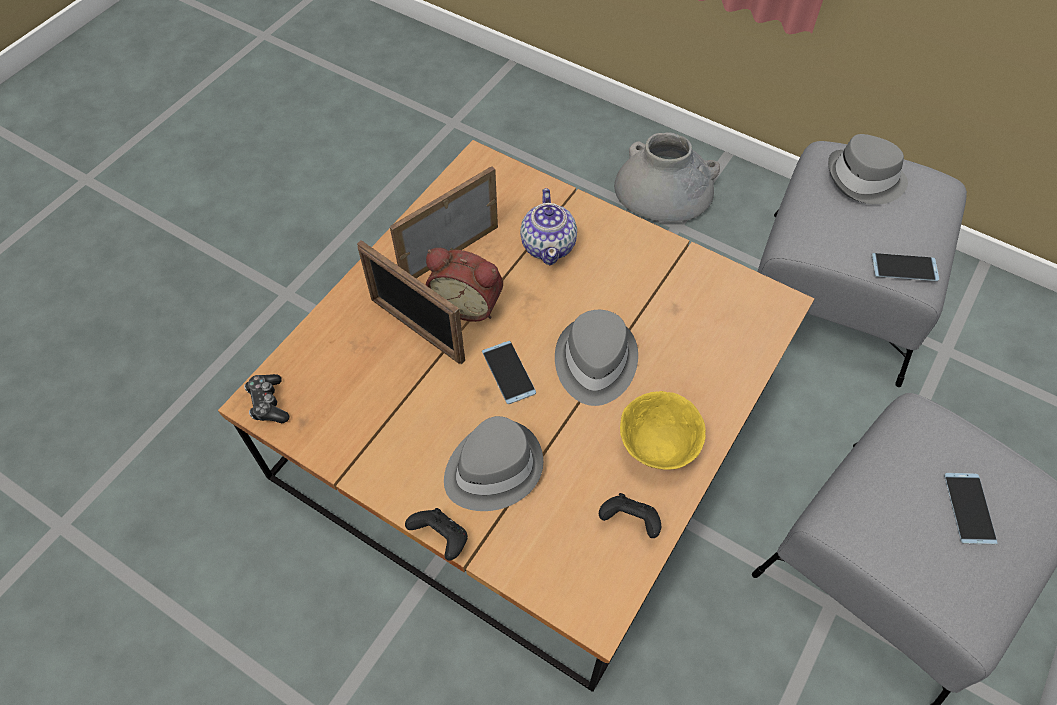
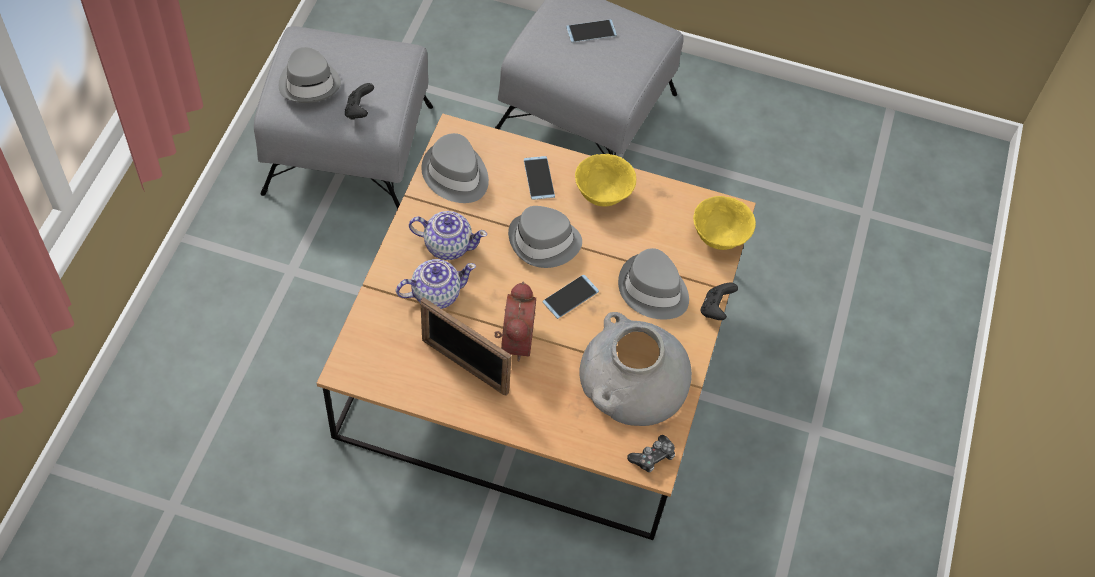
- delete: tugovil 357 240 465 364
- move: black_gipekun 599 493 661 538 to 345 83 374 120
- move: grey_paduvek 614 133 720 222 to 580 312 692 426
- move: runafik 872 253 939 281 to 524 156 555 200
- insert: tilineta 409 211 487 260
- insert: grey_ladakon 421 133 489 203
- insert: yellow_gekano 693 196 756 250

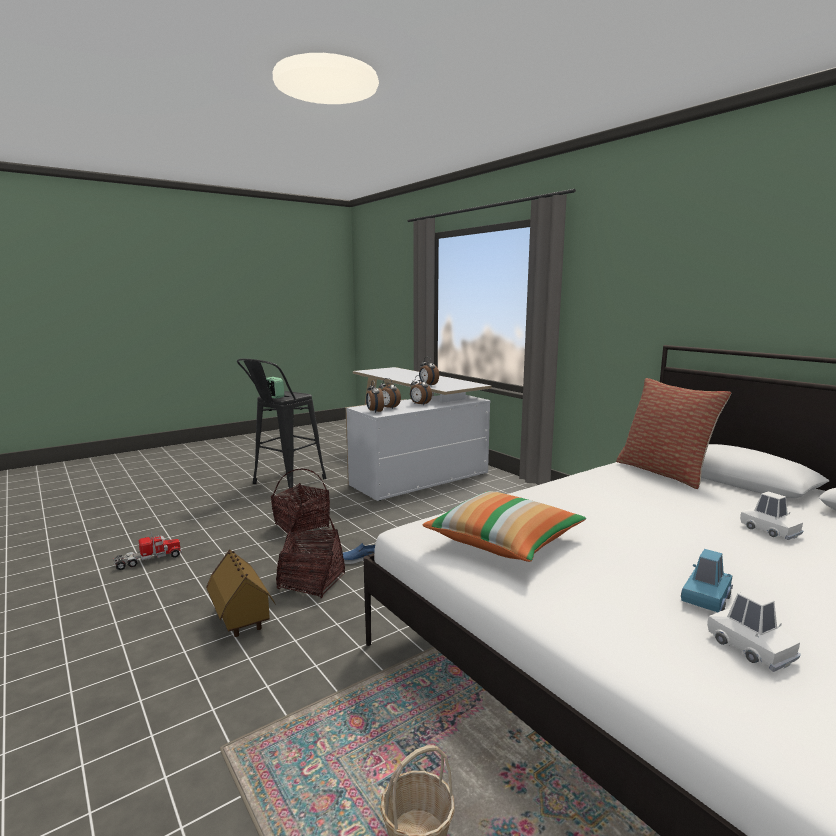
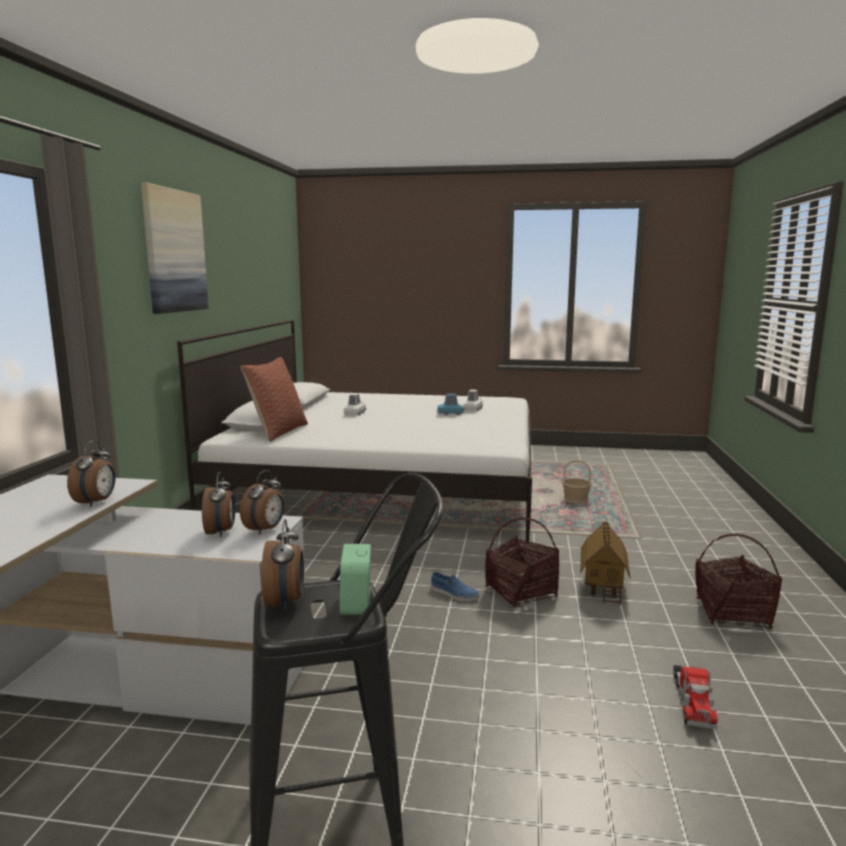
- rotate: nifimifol 113 532 182 570 = 673 664 718 729 90 degrees counterclockwise
- move: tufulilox 271 469 330 535 to 695 534 782 629
- move: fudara 410 375 432 405 to 261 519 304 611
- delete: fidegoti 423 491 586 562
- insert: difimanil 141 183 209 314

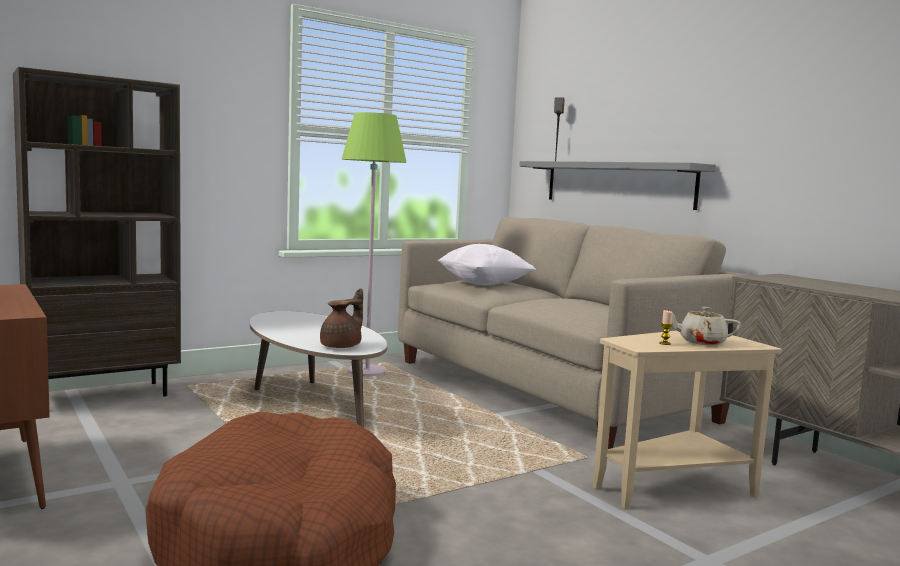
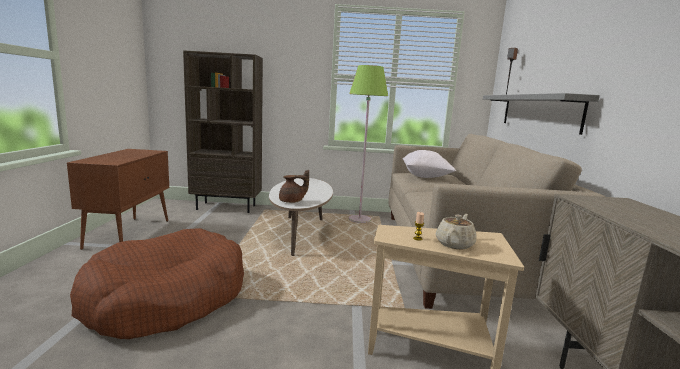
- rotate: beige_tilineta 672 307 741 345 = 436 214 477 249 75 degrees clockwise

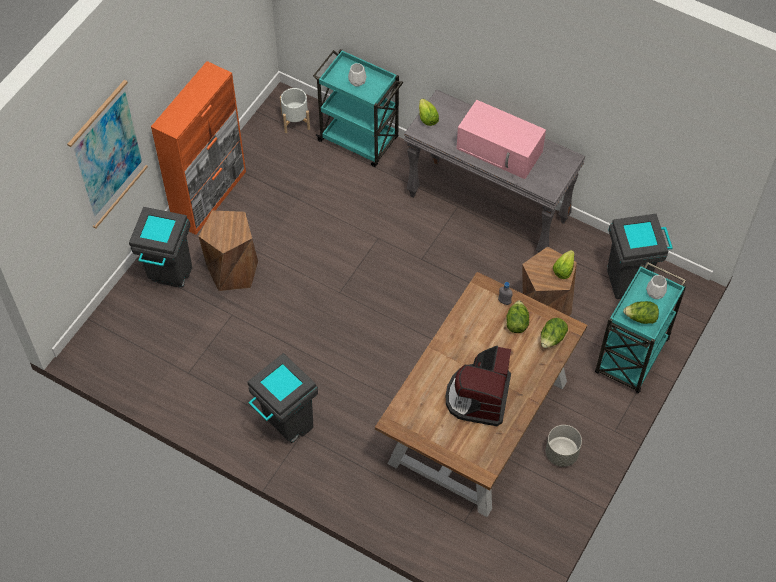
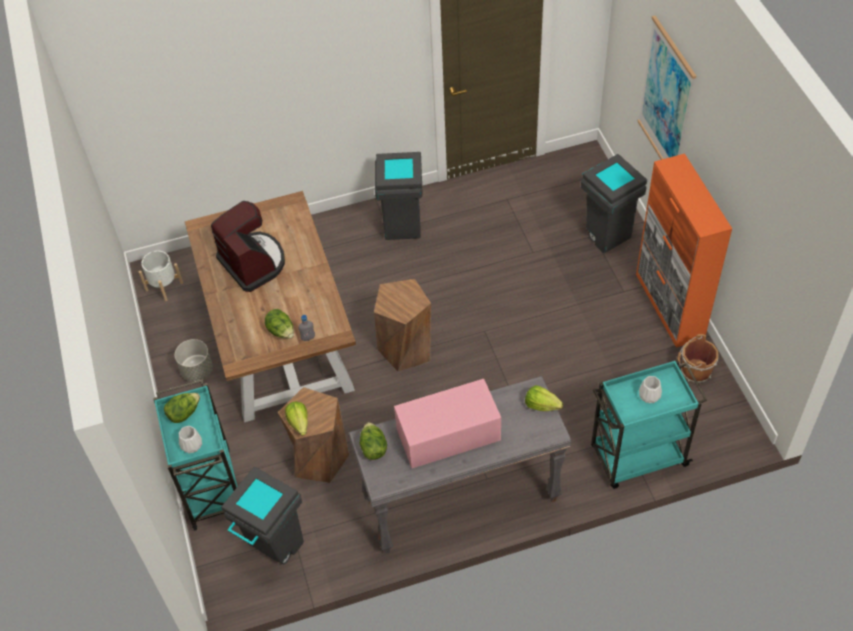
- move: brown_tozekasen 198 210 258 291 to 374 279 431 372
- move: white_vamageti 280 88 310 133 to 139 251 183 301
- move: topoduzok 541 318 568 348 to 360 422 387 460
- insert: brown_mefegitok 677 334 719 384

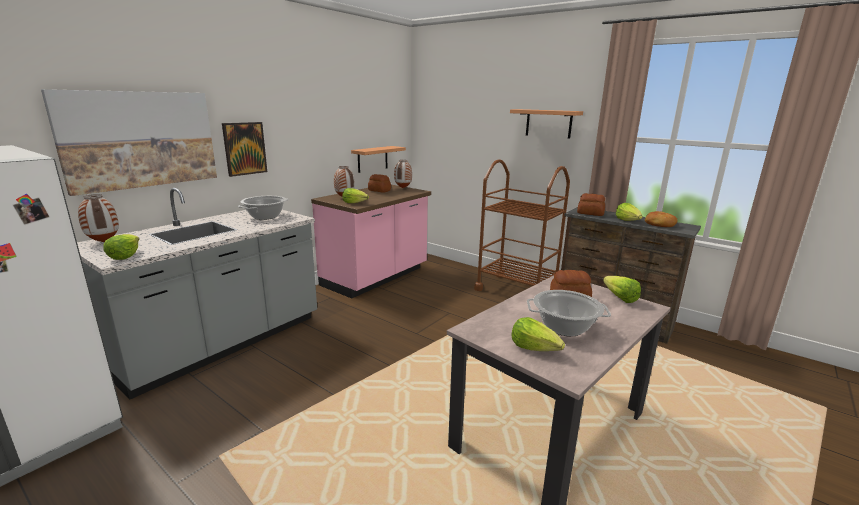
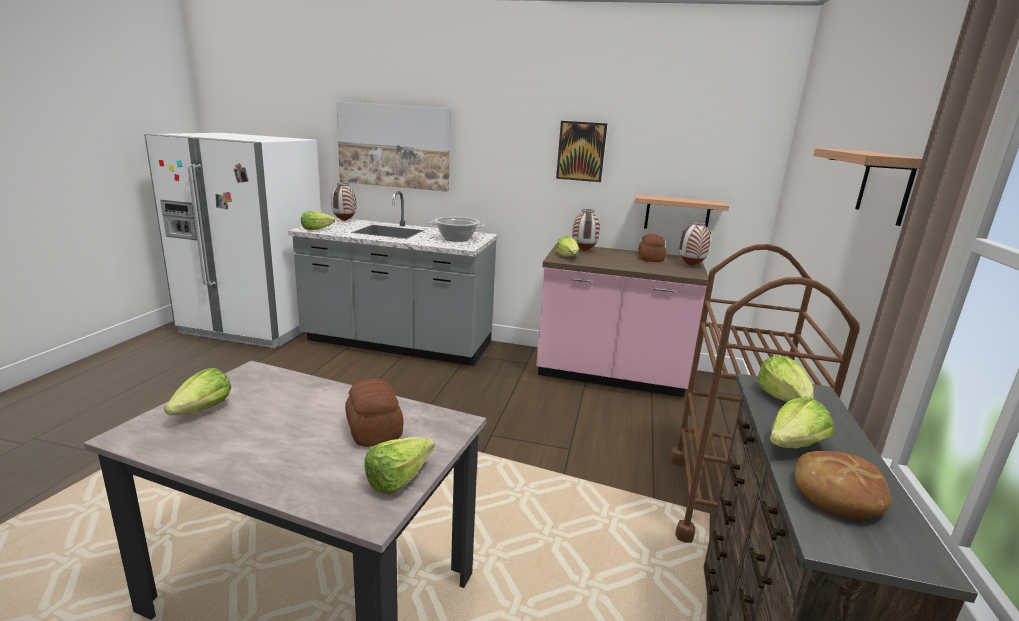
- move: difimanil 222 122 267 177 to 556 121 607 182
- delete: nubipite 527 290 611 337
- replace: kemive 577 193 605 216 to topoduzok 757 355 814 402

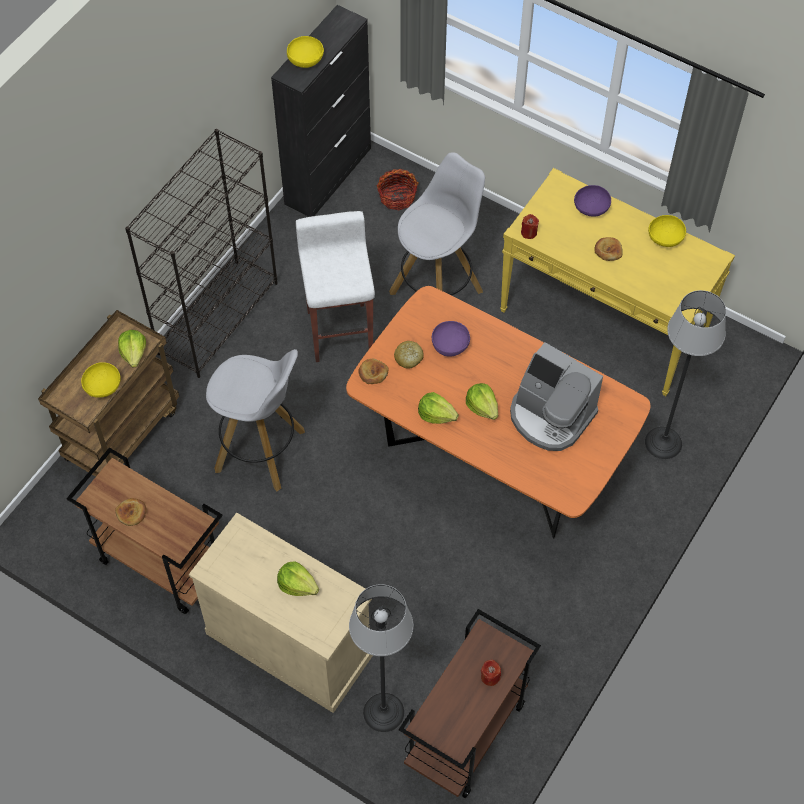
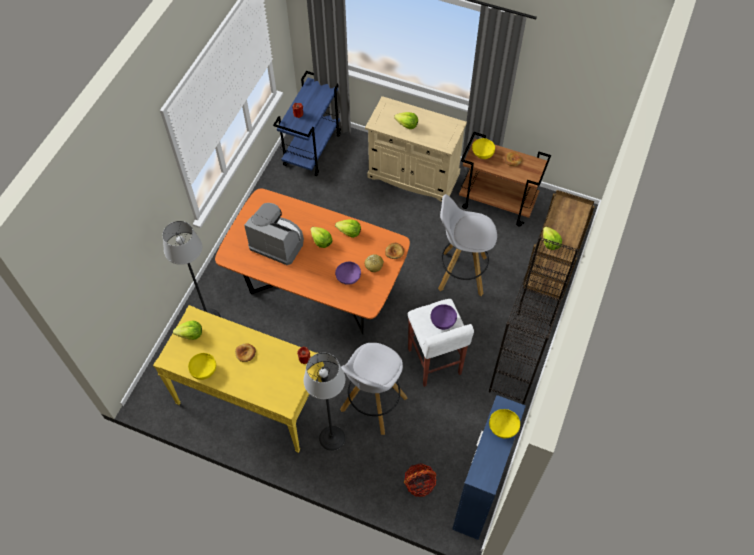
- move: yellow_gekano 81 362 121 398 to 472 138 495 159
- recolor: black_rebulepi 271 5 371 217 to blue_rebulepi 452 395 526 540
- move: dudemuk 349 584 414 732 to 304 352 345 451
- recolor: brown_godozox 399 609 541 798 to blue_godozox 273 71 341 176
- move: purple_gekano 574 185 611 217 to 431 304 457 330
- insert: topoduzok 173 321 202 340

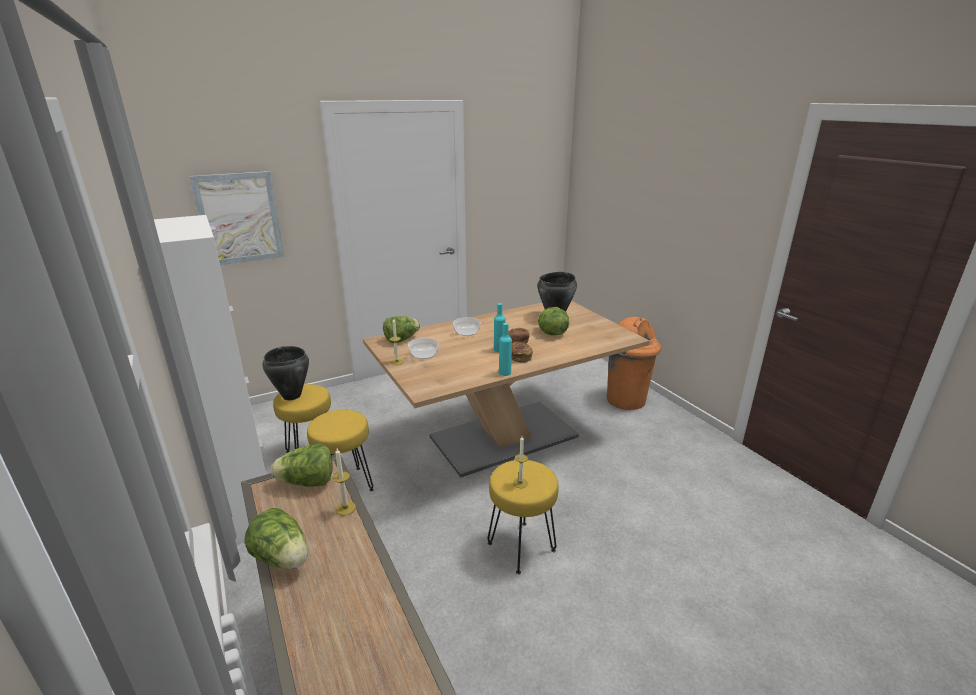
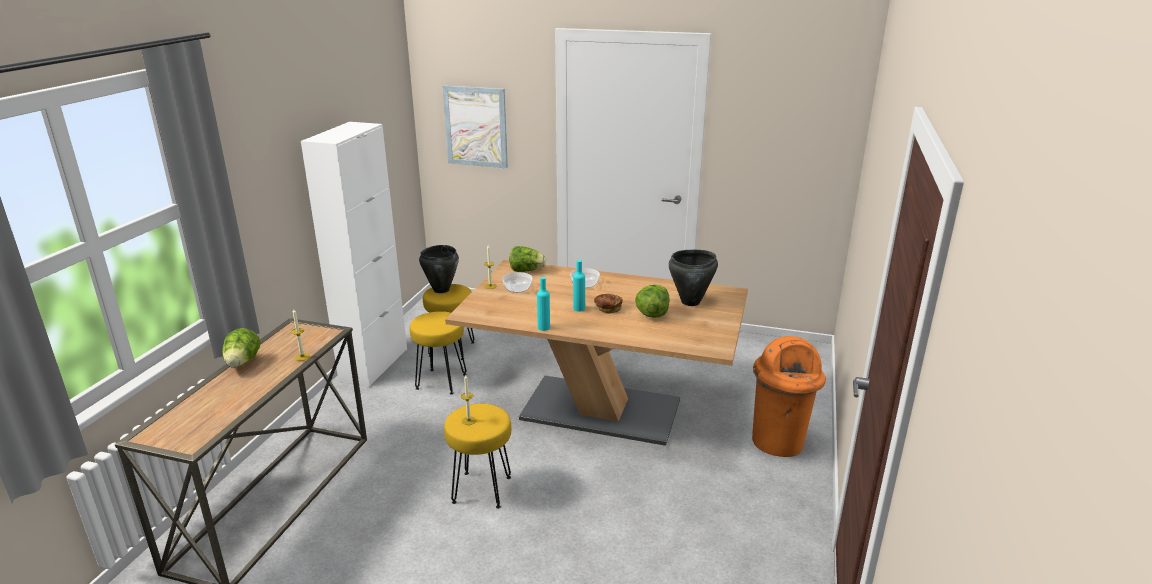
- delete: topoduzok 271 444 333 487
- delete: kemive 512 342 533 363

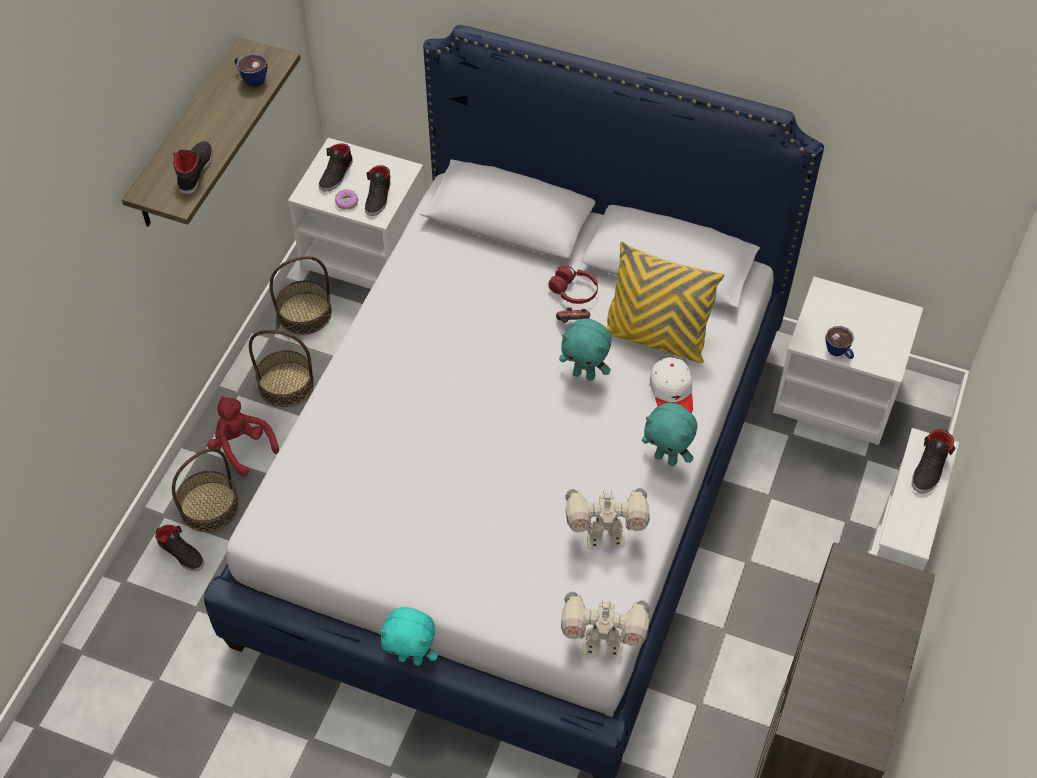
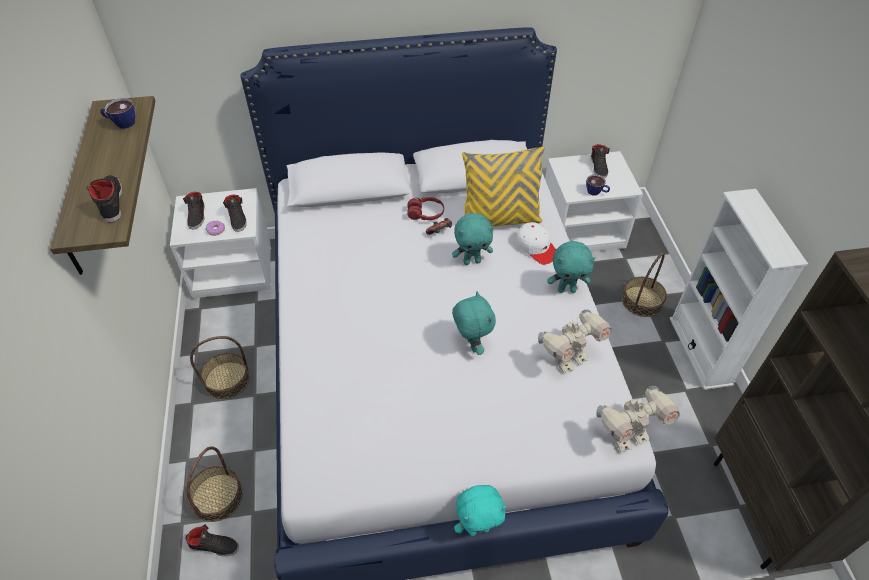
- delete: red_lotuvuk 207 396 279 477
- move: tufulilox 270 256 332 335 to 622 253 667 317
- move: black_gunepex 912 429 955 493 to 591 144 610 178
- insert: turquoise_lotuvuk 452 291 496 355

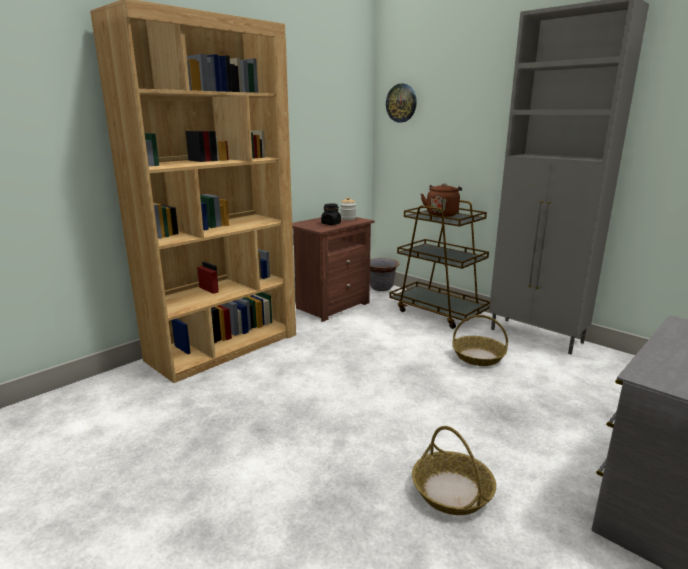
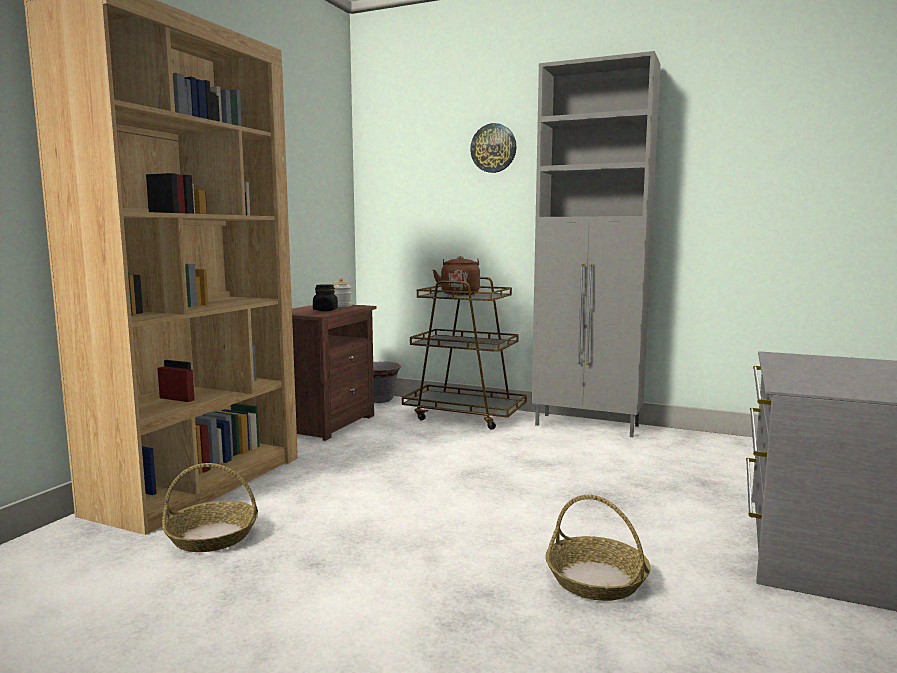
- move: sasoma 386 84 417 122 to 470 123 516 173
- move: tufulilox 452 315 508 366 to 162 463 258 552

